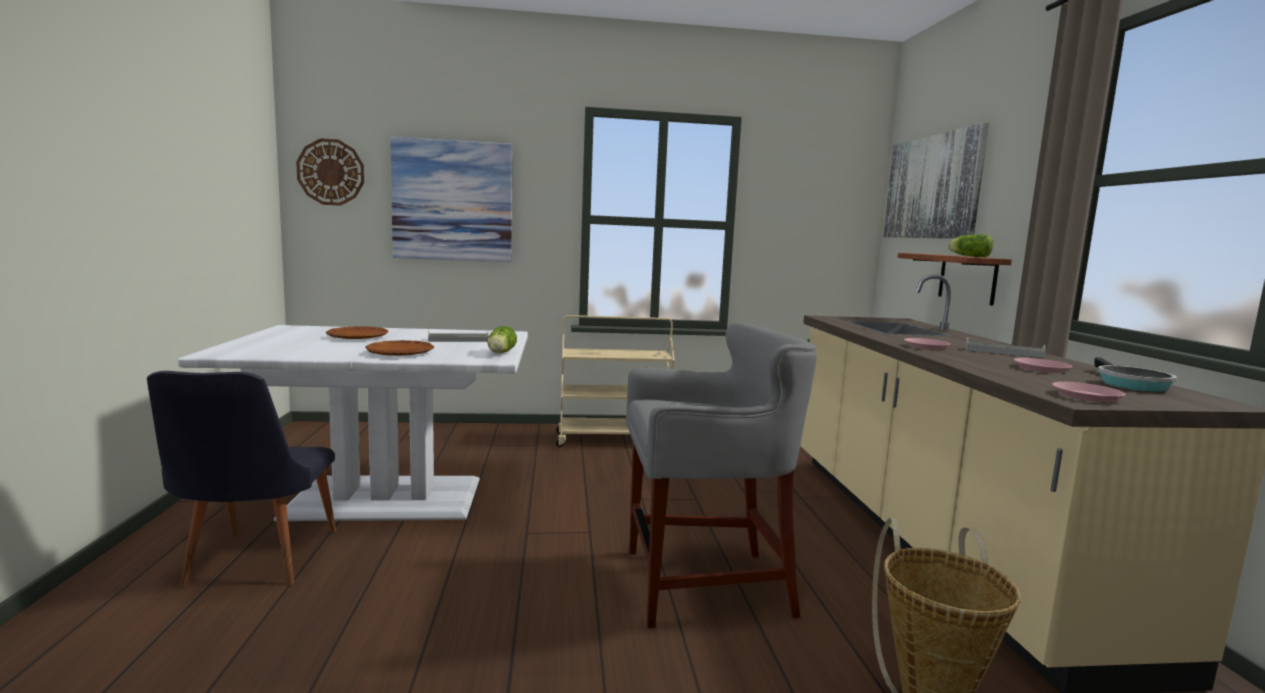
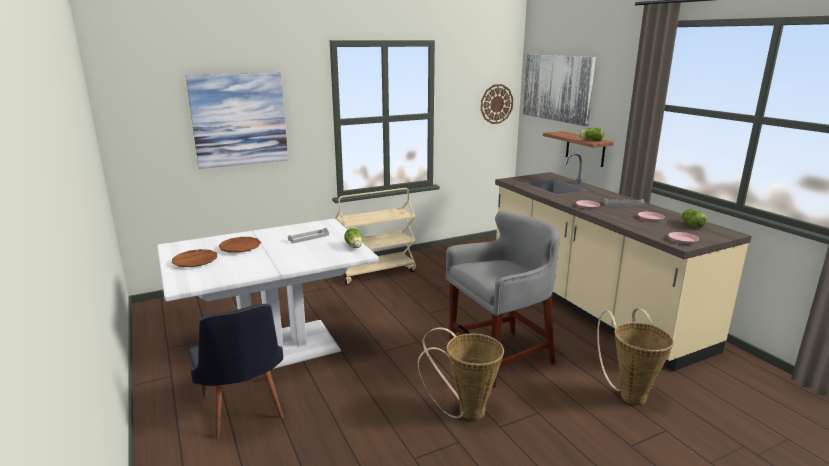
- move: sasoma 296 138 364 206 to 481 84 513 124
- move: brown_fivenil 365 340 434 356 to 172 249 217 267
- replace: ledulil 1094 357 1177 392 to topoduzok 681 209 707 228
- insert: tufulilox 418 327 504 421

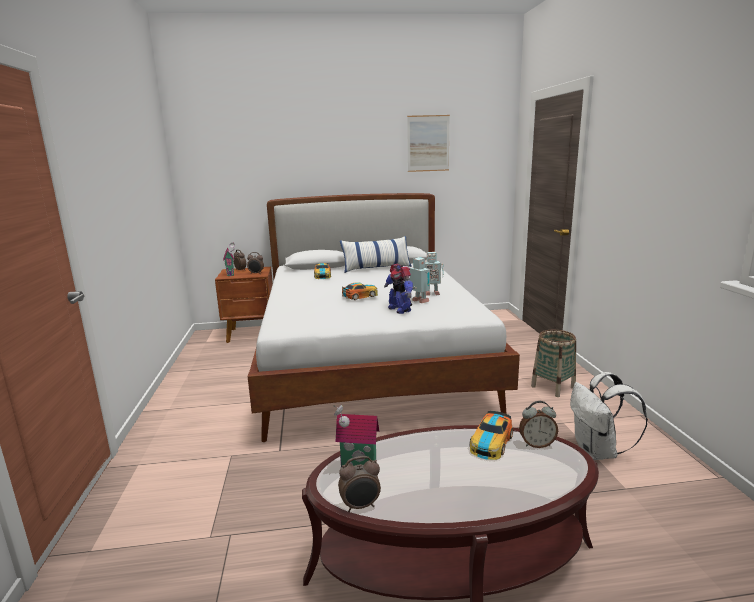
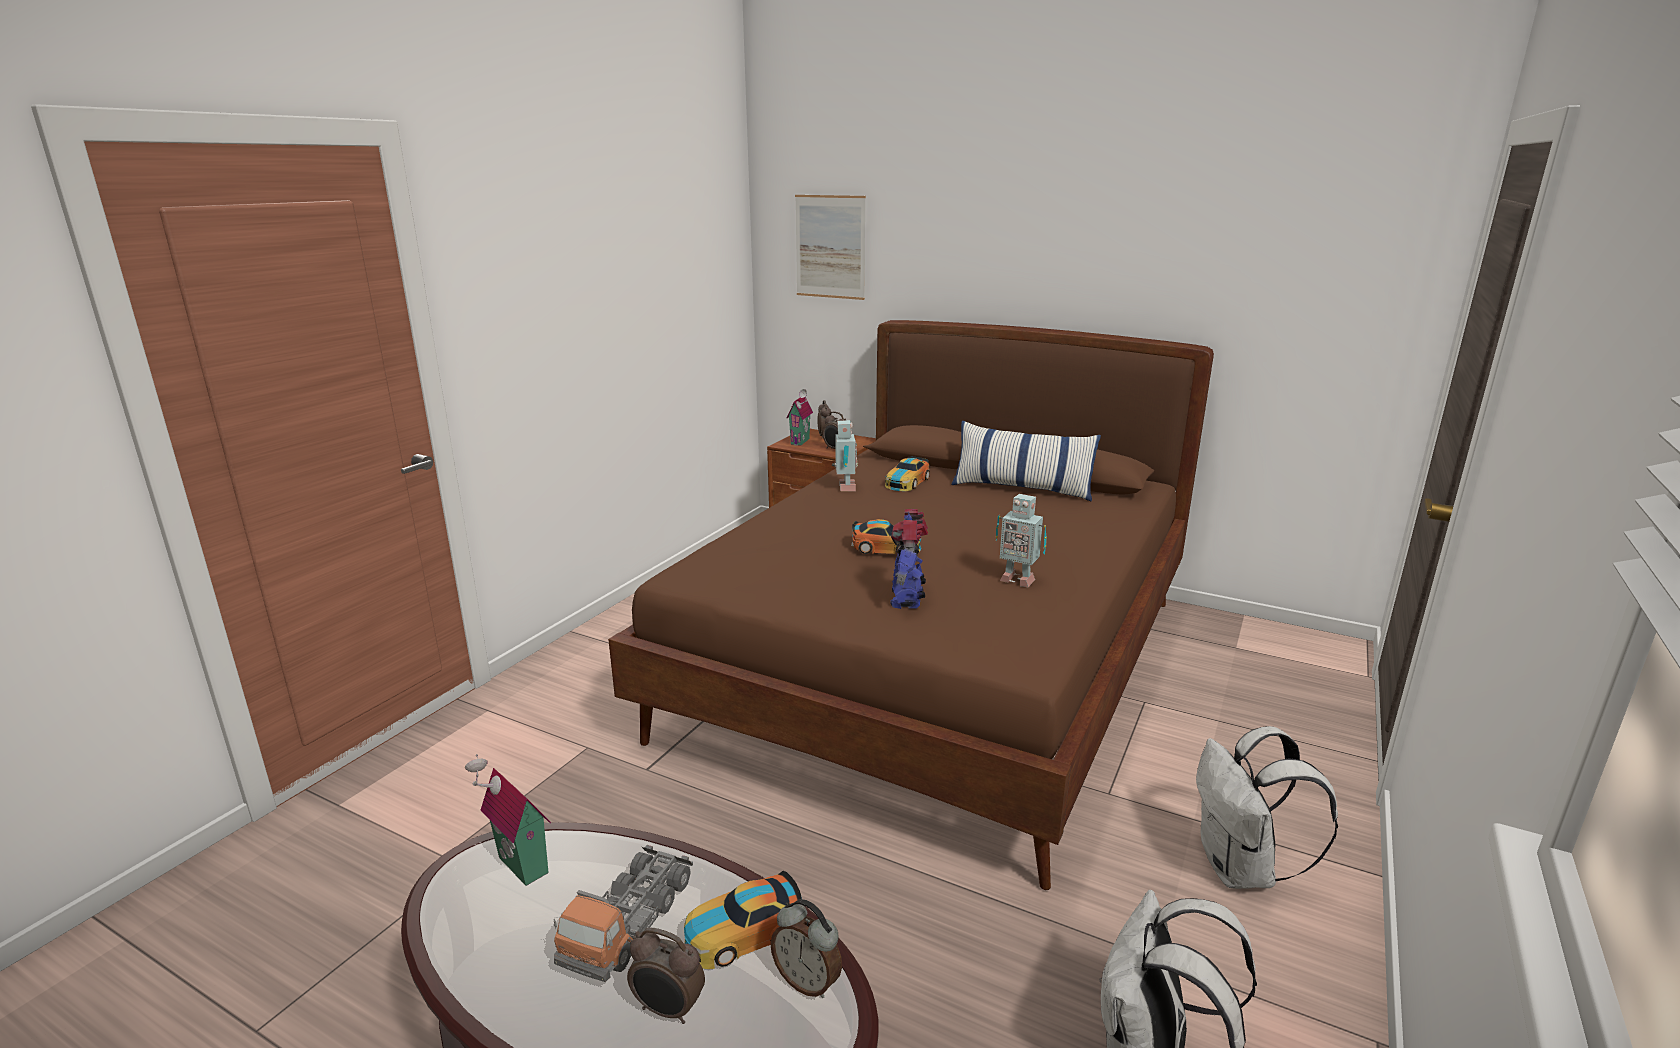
- recolor: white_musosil 248 193 520 442 to brown_musosil 608 320 1214 890
- move: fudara 338 456 381 512 to 627 927 705 1024
- move: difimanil 407 115 450 172 to 795 195 866 300
- move: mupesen 410 257 430 303 to 832 420 858 491
- replace: tufulilox 531 330 576 397 to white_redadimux 1196 726 1338 889
- insert: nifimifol 554 845 693 982

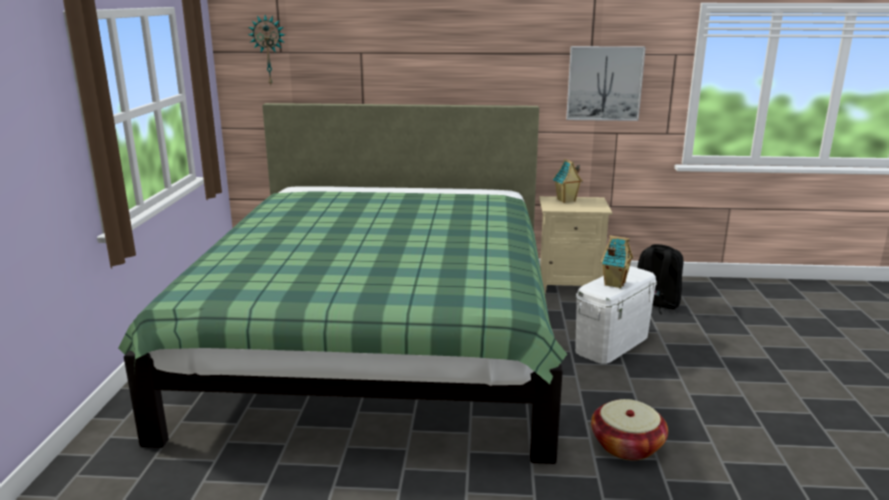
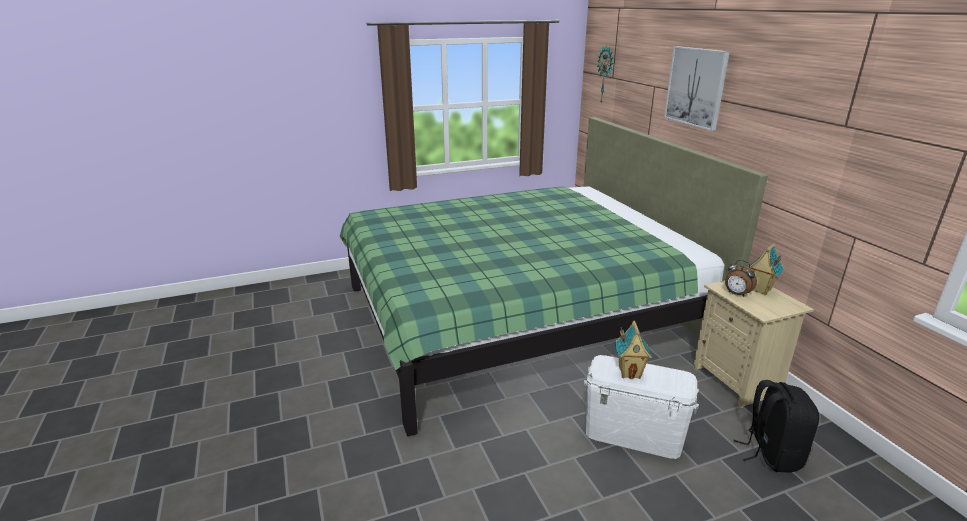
- move: difimanil 566 46 646 121 to 664 46 730 131
- delete: tufulilox 591 399 668 460
- insert: fudara 725 260 757 297

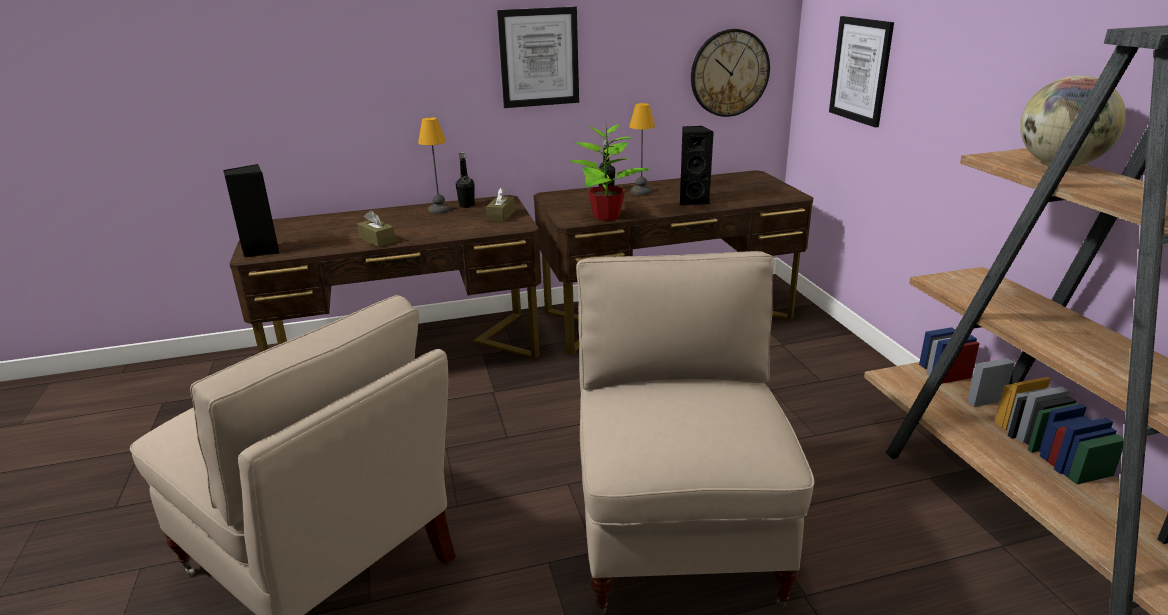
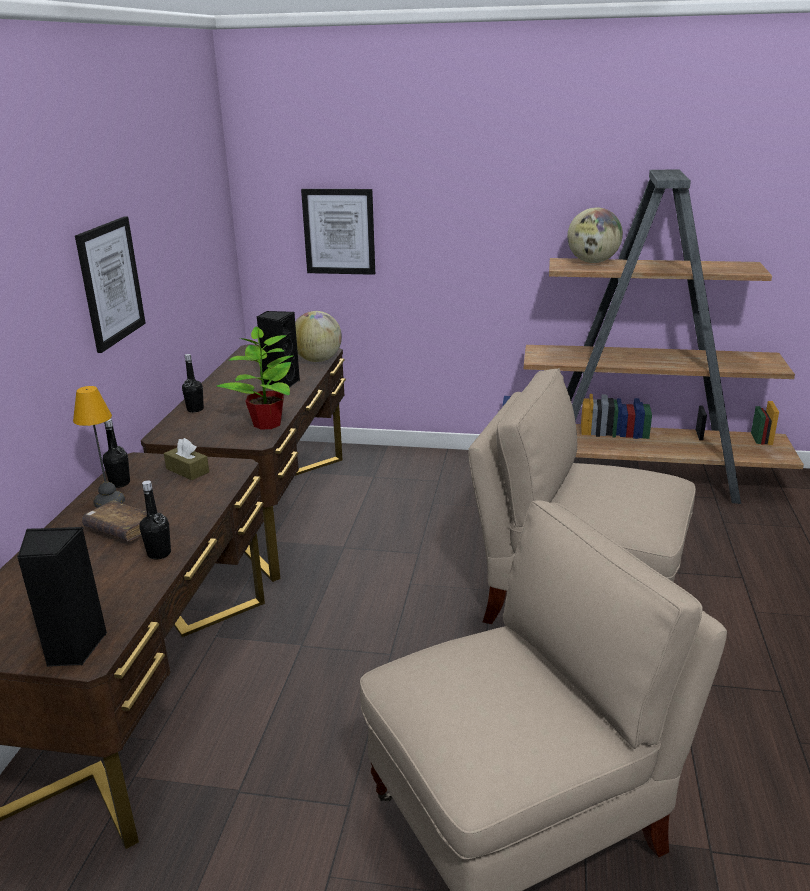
- replace: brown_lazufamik 357 210 396 247 to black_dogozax 140 480 171 559
- delete: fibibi 629 103 655 195
- delete: sasoma 691 29 770 117
- insert: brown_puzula 82 500 147 541
- insert: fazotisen 295 311 342 362

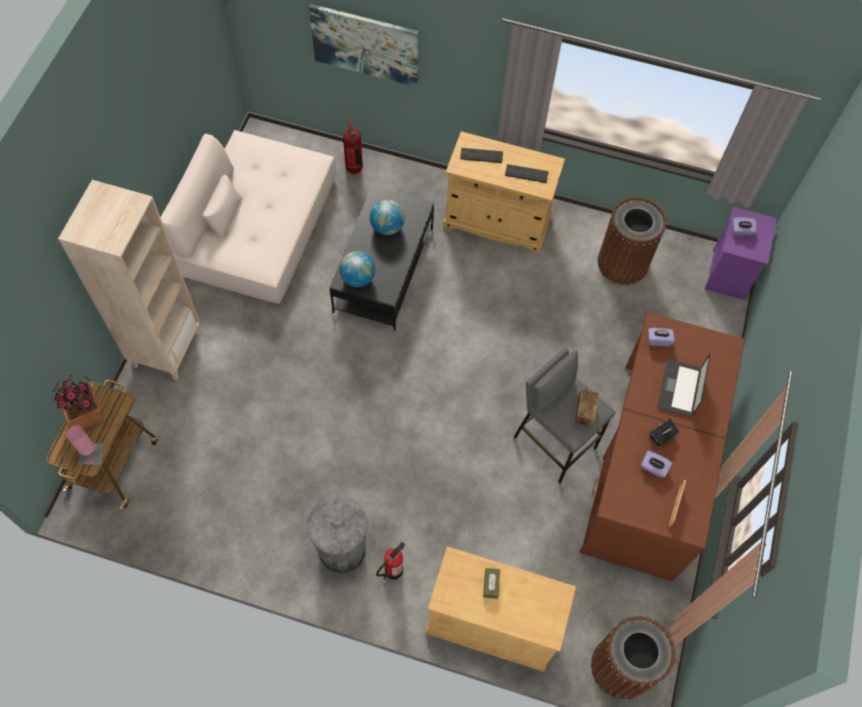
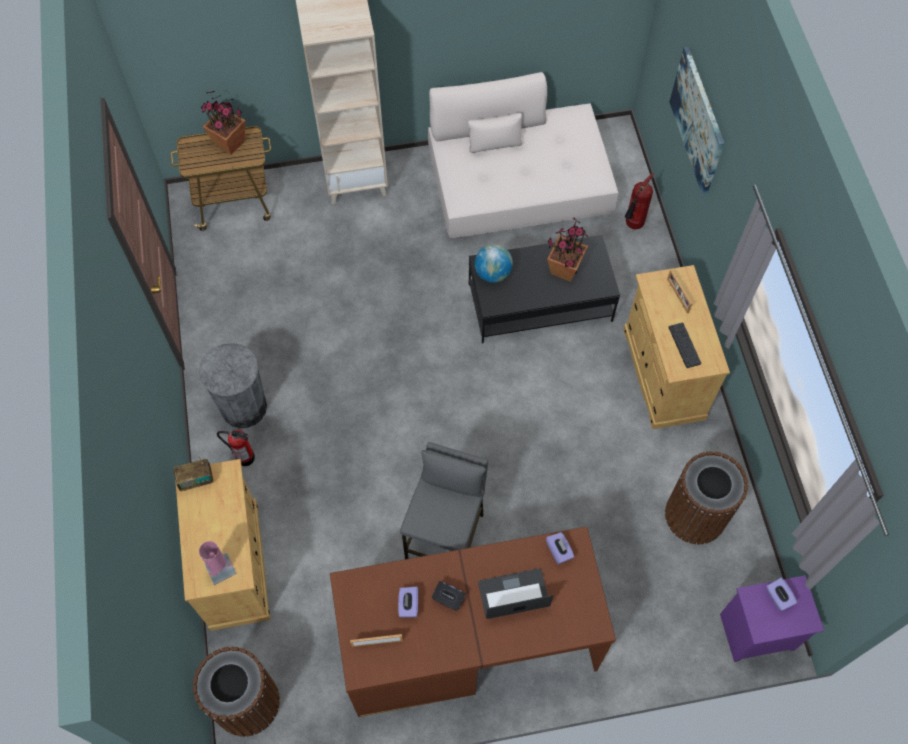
- move: pink_fibibi 66 426 104 465 to 199 541 237 585
- replace: fazotisen 370 200 405 235 to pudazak 547 218 589 282
- replace: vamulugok 460 148 503 163 to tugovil 667 269 692 313
- delete: brown_lazufamik 483 568 500 599
- move: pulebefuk 575 386 599 426 to 173 455 214 491

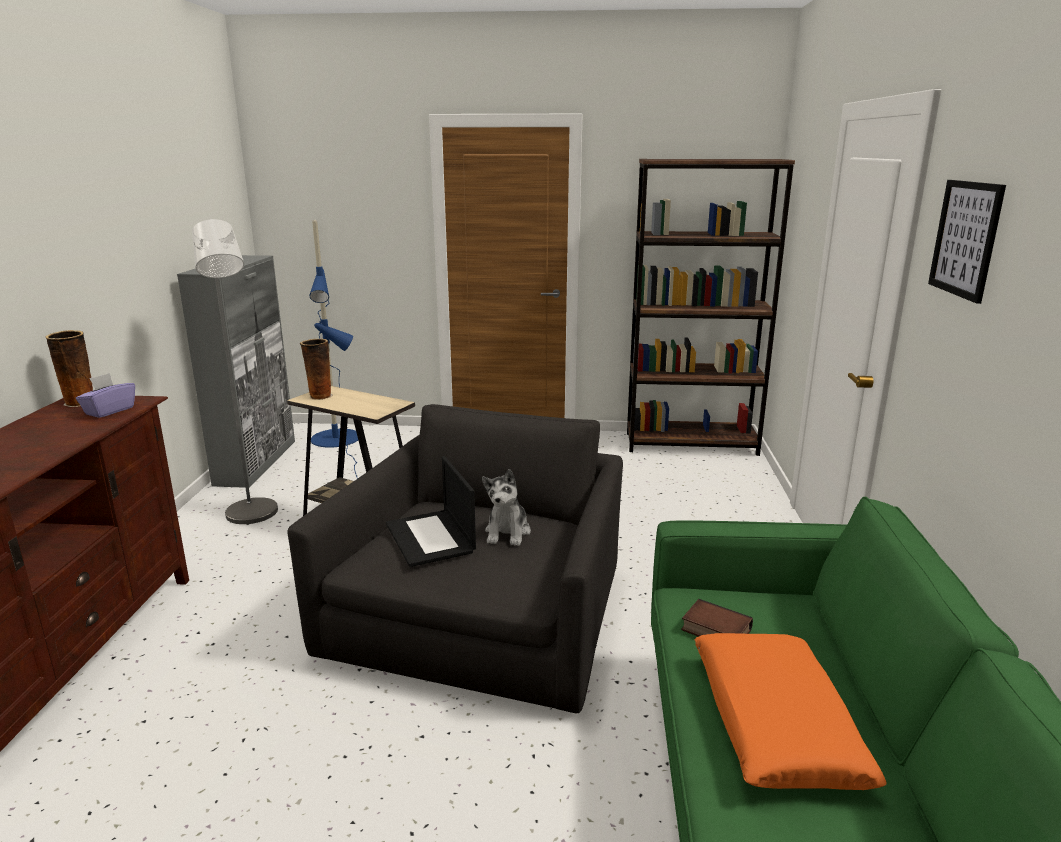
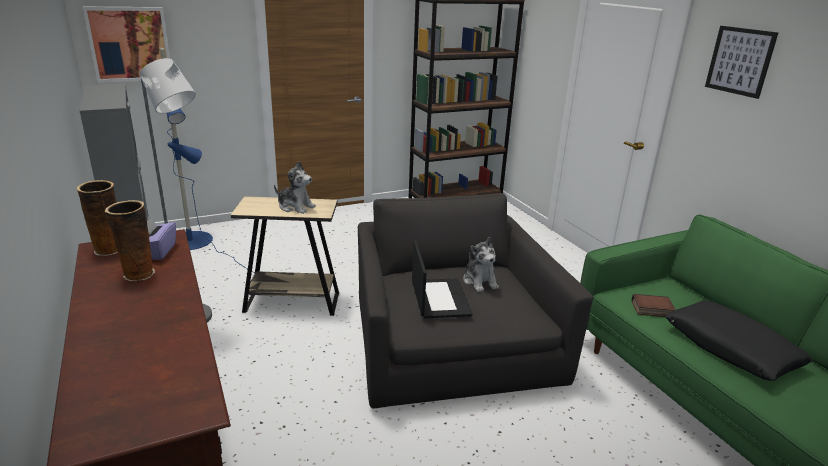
- move: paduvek 300 339 333 400 to 105 200 155 282
- rotate: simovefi 386 456 476 567 = 412 241 473 318 135 degrees counterclockwise
- recolor: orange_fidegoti 694 633 887 790 to black_fidegoti 666 301 813 381
- insert: difimanil 83 7 170 83
- insert: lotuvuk 274 161 316 214

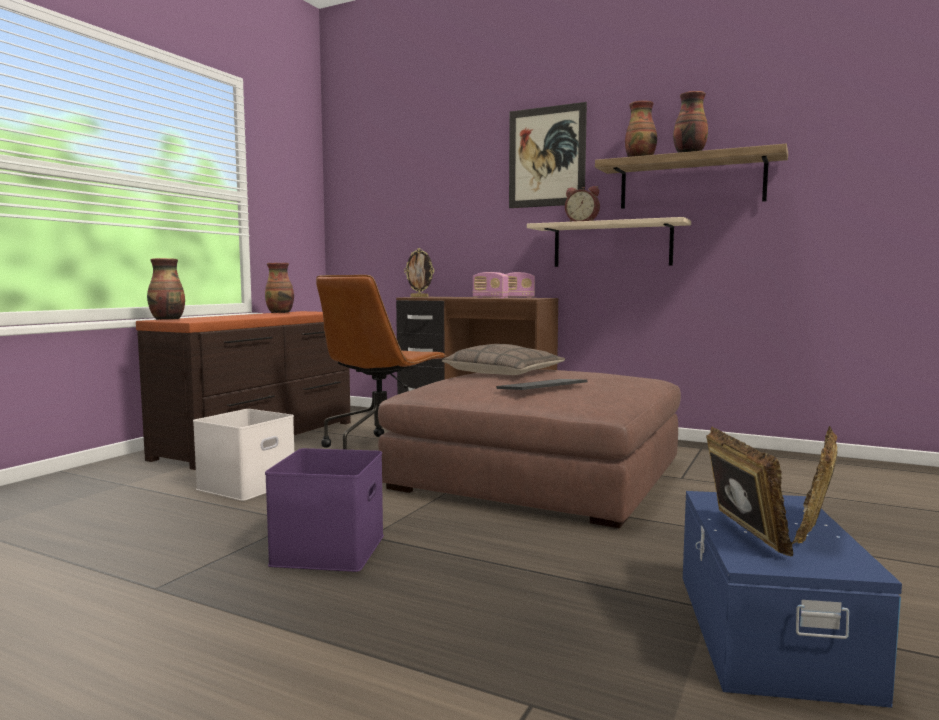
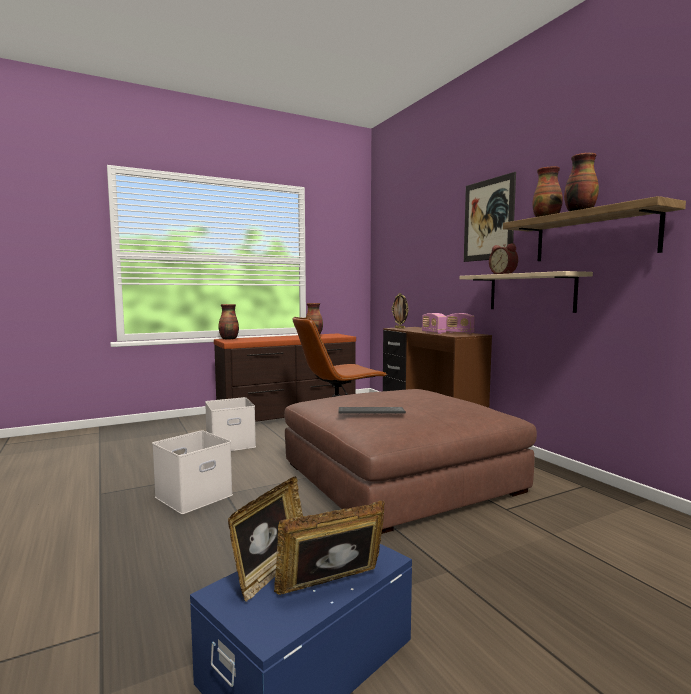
- recolor: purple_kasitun 265 448 384 572 to white_kasitun 152 430 233 514
- delete: fidegoti 442 344 565 375

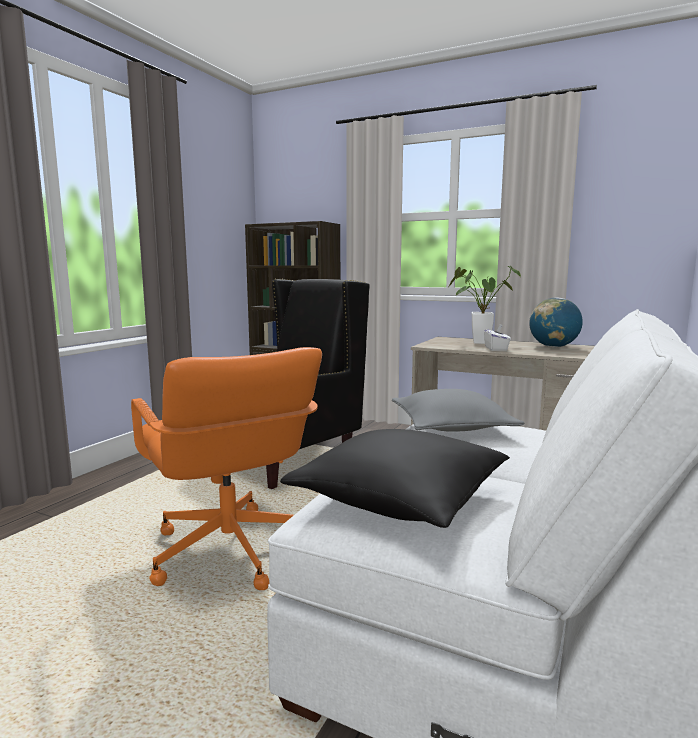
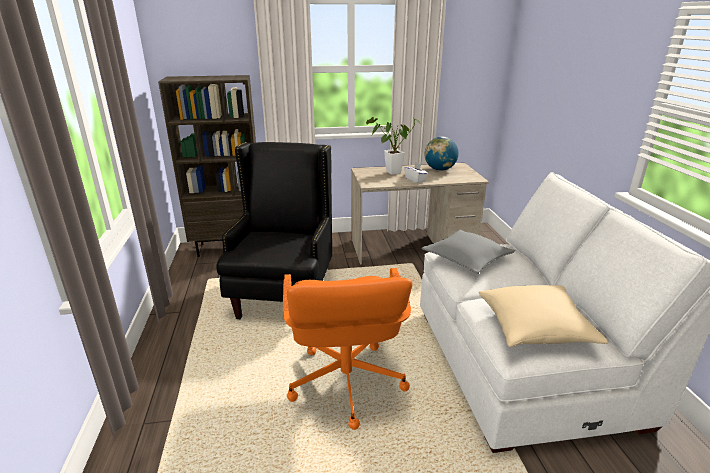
- rotate: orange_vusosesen 131 347 322 590 = 283 268 412 430 60 degrees clockwise
- recolor: black_fidegoti 280 429 510 528 to beige_fidegoti 478 285 608 347

